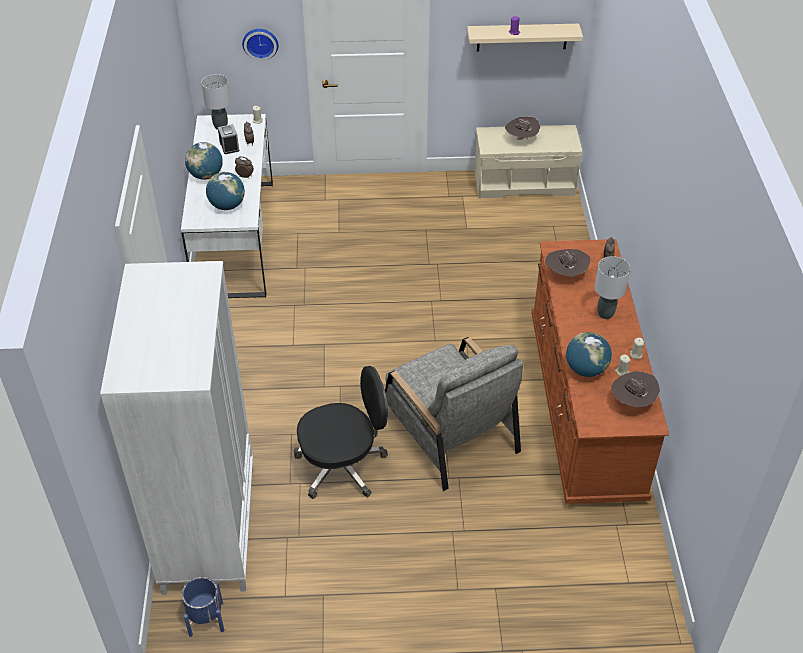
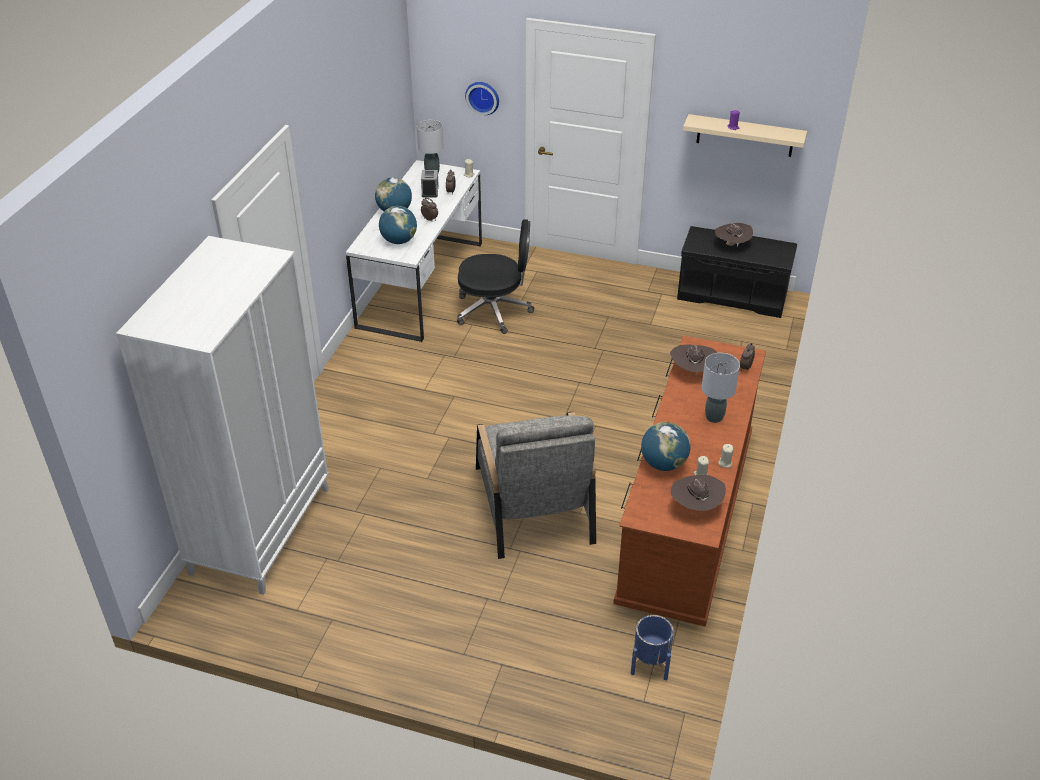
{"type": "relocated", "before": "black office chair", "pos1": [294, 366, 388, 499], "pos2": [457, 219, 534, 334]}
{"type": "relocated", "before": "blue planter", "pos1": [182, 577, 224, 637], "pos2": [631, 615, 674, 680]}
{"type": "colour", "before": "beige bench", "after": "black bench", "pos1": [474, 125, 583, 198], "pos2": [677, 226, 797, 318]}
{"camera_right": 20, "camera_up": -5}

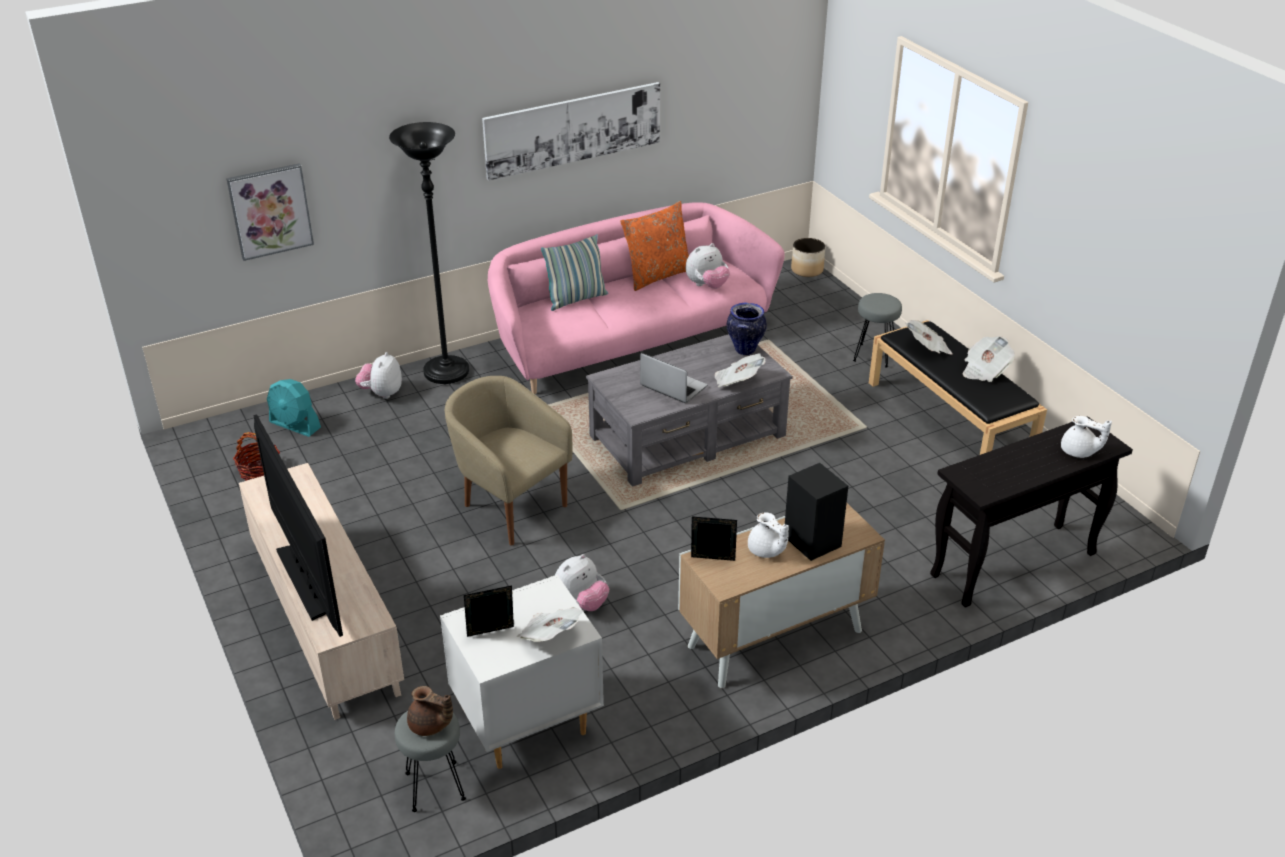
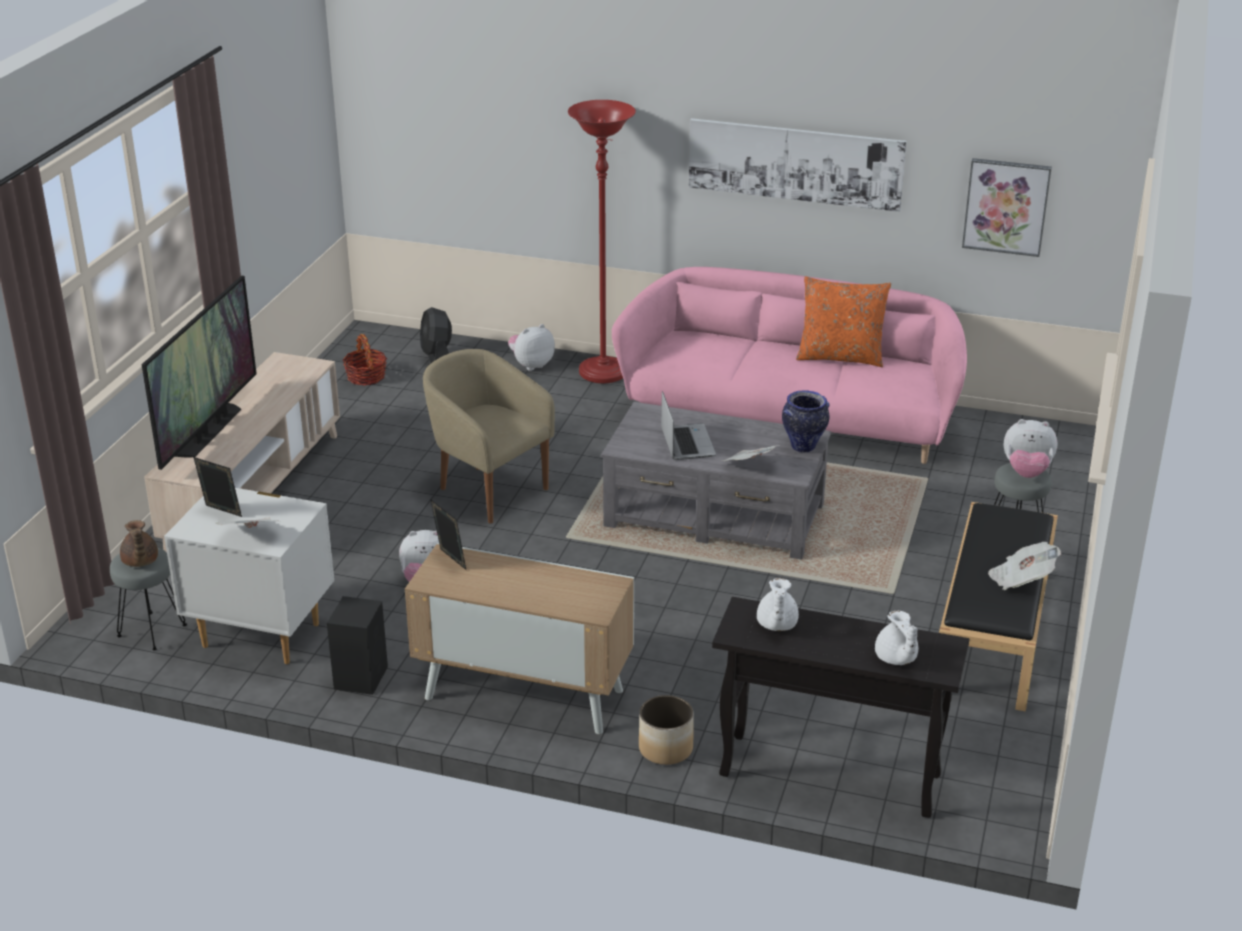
{"type": "relocated", "before": "black speaker", "pos1": [785, 463, 848, 561], "pos2": [327, 596, 388, 695]}
{"type": "colour", "before": "turquoise fan", "after": "black fan", "pos1": [267, 379, 321, 437], "pos2": [420, 307, 452, 363]}
{"type": "spun", "before": "beige armchair", "pos1": [445, 376, 572, 546], "pos2": [423, 349, 555, 524], "turn": -45}
{"type": "colour", "before": "black floor lamp", "after": "red floor lamp", "pos1": [389, 122, 469, 384], "pos2": [568, 100, 636, 384]}
{"type": "relocated", "before": "planter", "pos1": [791, 238, 825, 277], "pos2": [639, 695, 694, 765]}
{"type": "relocated", "before": "white teapot", "pos1": [748, 512, 789, 558], "pos2": [757, 578, 799, 631]}
{"type": "relocated", "before": "picture", "pos1": [226, 163, 314, 261], "pos2": [962, 158, 1052, 257]}
{"type": "relocated", "before": "plush toy", "pos1": [686, 243, 730, 289], "pos2": [1004, 419, 1058, 478]}
{"type": "missing", "before": "pillow", "pos1": [541, 234, 608, 311]}
{"type": "missing", "before": "newspaper", "pos1": [905, 320, 953, 354]}
{"camera_right": 45, "camera_up": -5}

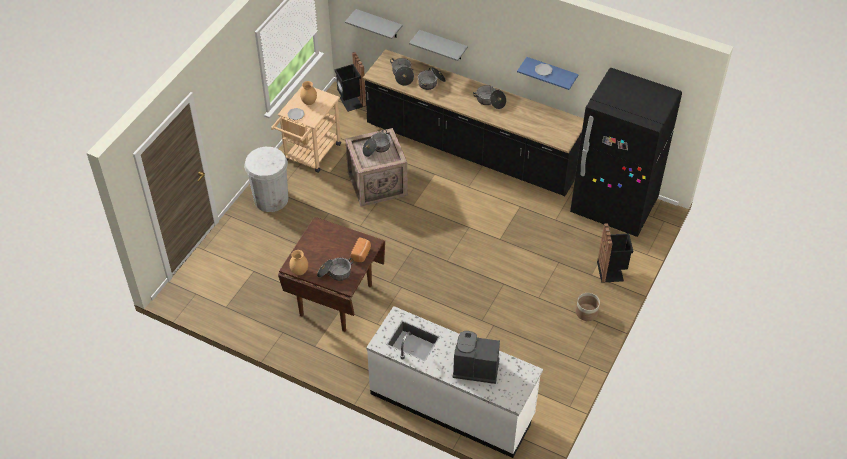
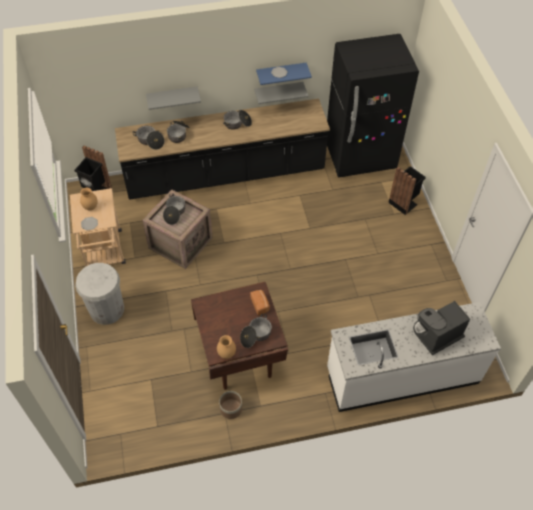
{"type": "relocated", "before": "planter", "pos1": [576, 293, 600, 321], "pos2": [219, 391, 242, 419]}
{"type": "relocated", "before": "grey shelf", "pos1": [345, 9, 403, 39], "pos2": [254, 82, 308, 104]}
{"camera_right": -40, "camera_up": 5}

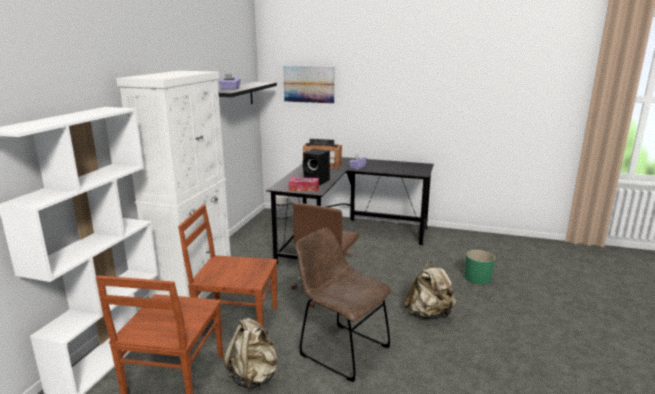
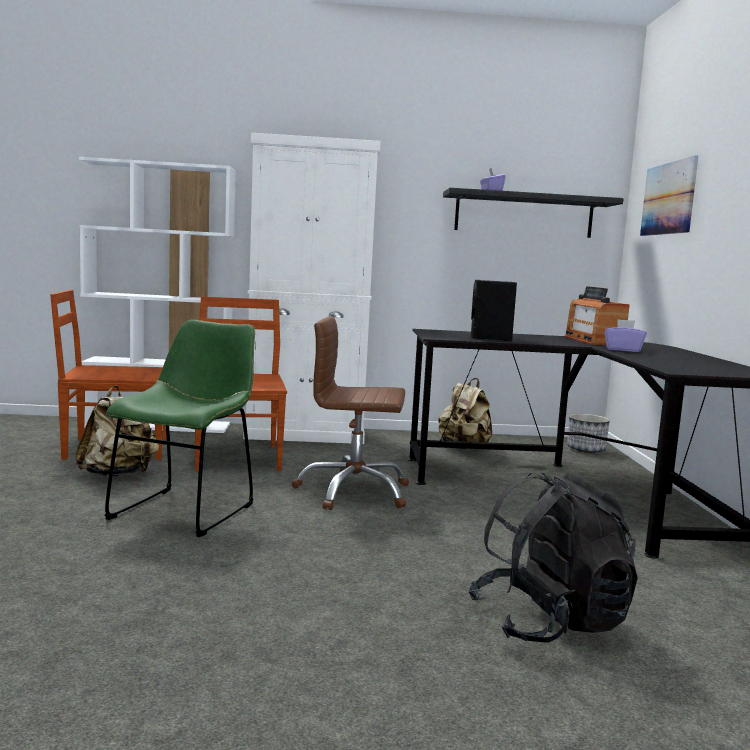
{"type": "colour", "before": "brown chair", "after": "green chair", "pos1": [295, 228, 391, 382], "pos2": [104, 320, 255, 537]}
{"type": "relocated", "before": "beige backpack", "pos1": [405, 261, 456, 319], "pos2": [438, 378, 492, 450]}
{"type": "exchanged", "before": "green planter", "after": "black backpack", "pos1": [464, 250, 495, 284], "pos2": [468, 472, 638, 643]}
{"type": "missing", "before": "tissue box", "pos1": [289, 177, 319, 192]}
{"camera_right": 70, "camera_up": -10}

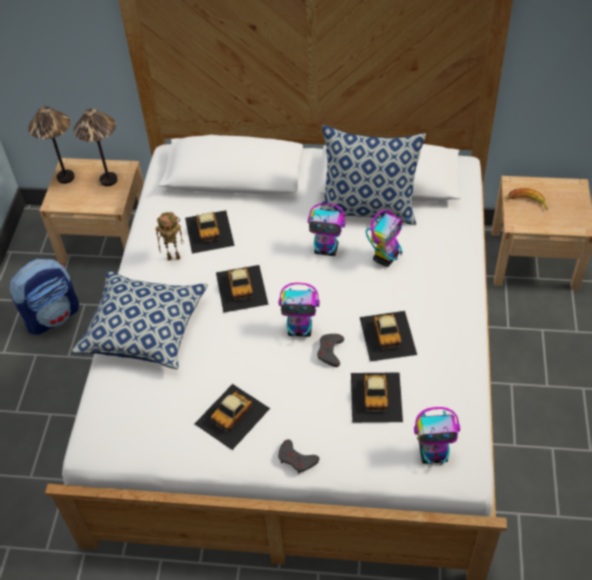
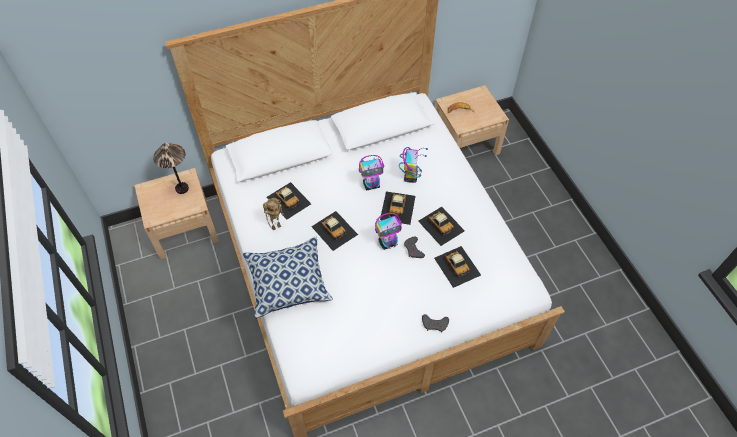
{"type": "relocated", "before": "toy car", "pos1": [195, 384, 270, 450], "pos2": [380, 191, 416, 225]}
{"type": "missing", "before": "backpack", "pos1": [9, 259, 79, 335]}
{"type": "missing", "before": "table lamp", "pos1": [28, 106, 74, 184]}
{"type": "missing", "before": "pillow", "pos1": [320, 125, 426, 225]}
{"type": "missing", "before": "toy robot", "pos1": [414, 407, 460, 465]}
{"camera_right": -30, "camera_up": 5}

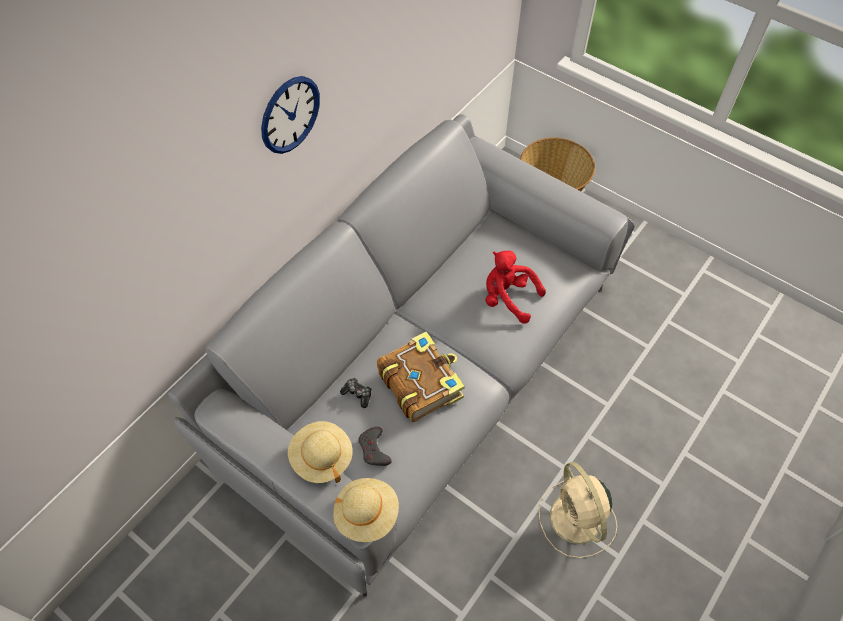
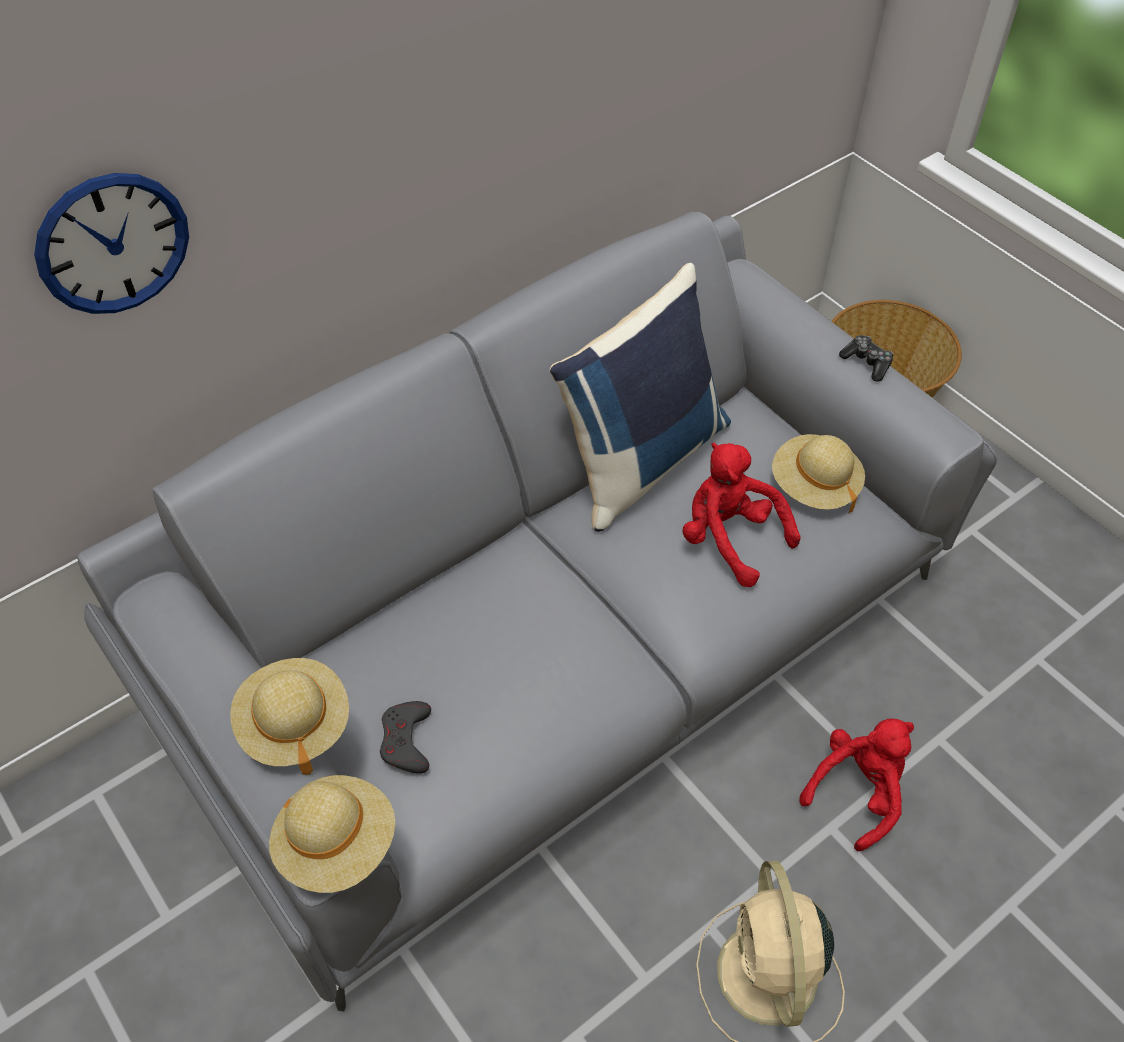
{"type": "relocated", "before": "wall clock", "pos1": [261, 76, 320, 154], "pos2": [34, 173, 189, 314]}
{"type": "appeared", "after": "blue pillow", "pos2": [549, 263, 731, 532]}
{"type": "appeared", "after": "beige hat", "pos2": [772, 434, 865, 513]}
{"type": "appeared", "after": "red plush toy", "pos2": [799, 718, 914, 851]}
{"type": "relocated", "before": "game controller", "pos1": [340, 378, 371, 408], "pos2": [839, 335, 894, 382]}
{"type": "missing", "before": "book", "pos1": [377, 331, 465, 422]}
{"camera_right": 15, "camera_up": -5}

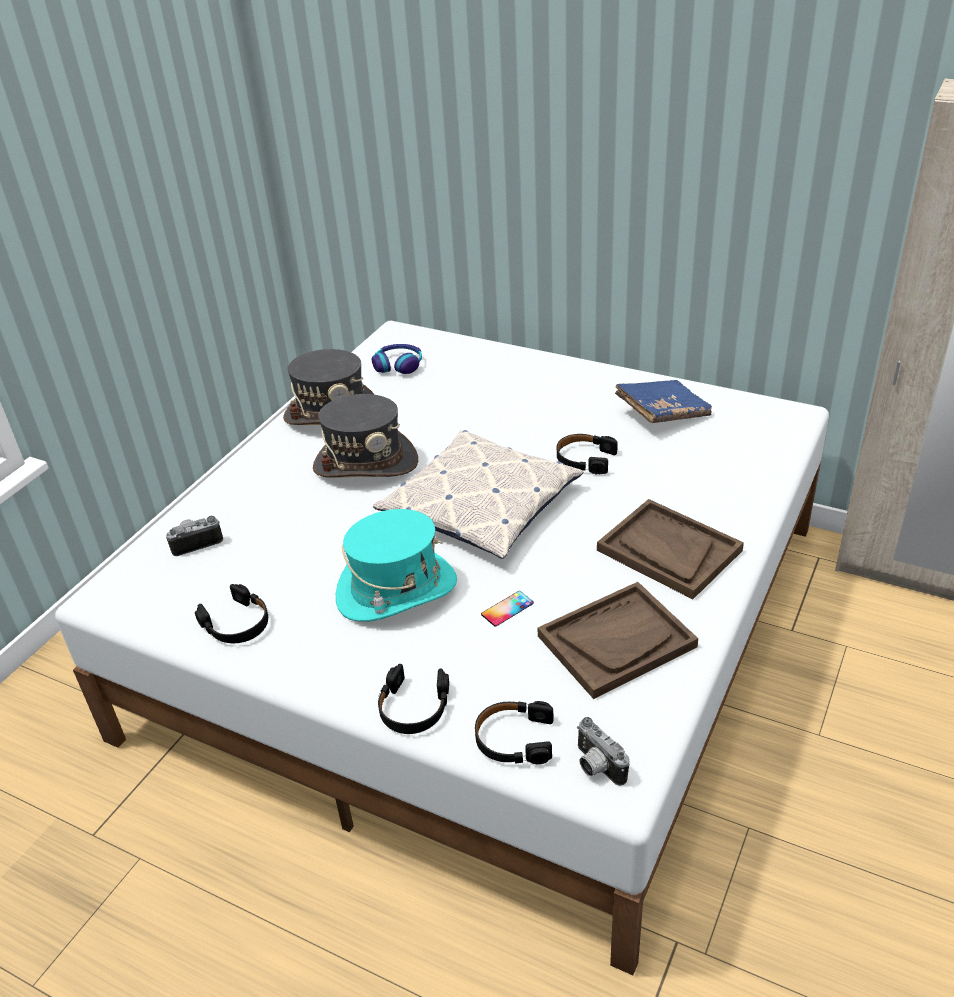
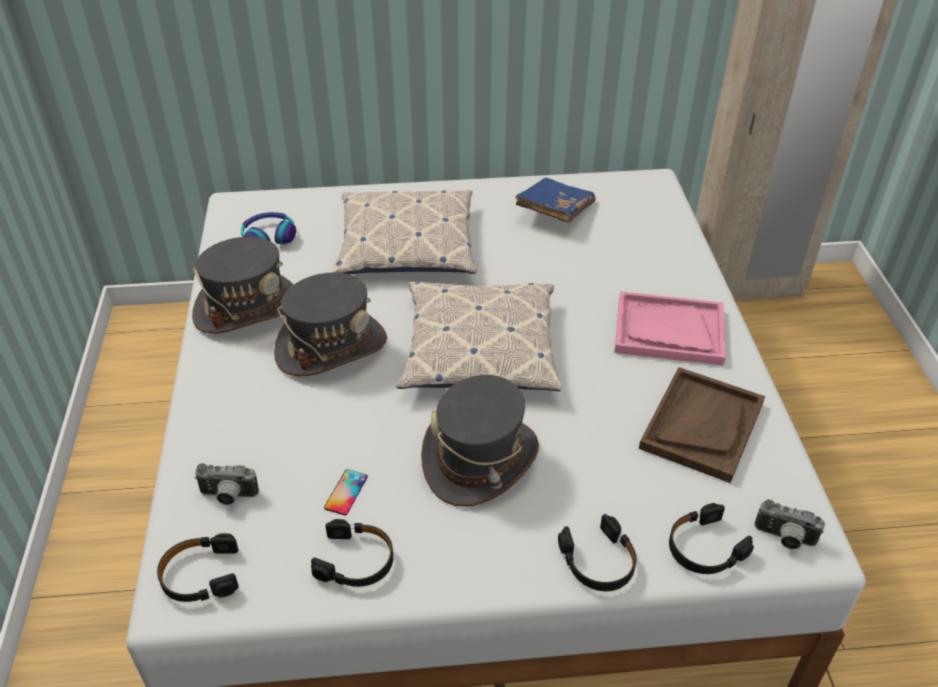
{"type": "relocated", "before": "black headphones", "pos1": [557, 434, 618, 474], "pos2": [157, 533, 238, 602]}
{"type": "spun", "before": "photo camera", "pos1": [166, 516, 223, 556], "pos2": [194, 463, 259, 505], "turn": -120}
{"type": "relocated", "before": "phone", "pos1": [481, 591, 534, 627], "pos2": [324, 469, 368, 515]}
{"type": "appeared", "after": "pillow", "pos2": [332, 190, 477, 274]}
{"type": "colour", "before": "turquoise hat", "after": "grey hat", "pos1": [336, 509, 457, 622], "pos2": [421, 375, 539, 507]}
{"type": "colour", "before": "brown tray", "after": "pink tray", "pos1": [597, 499, 744, 599], "pos2": [614, 291, 726, 366]}
{"camera_right": -35, "camera_up": 5}

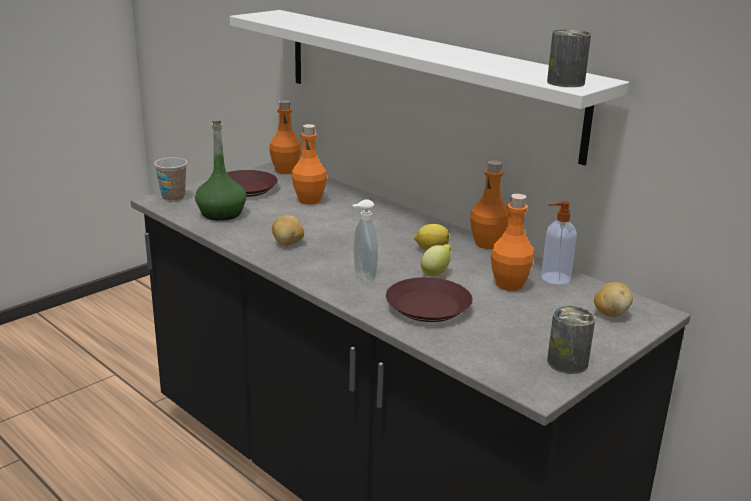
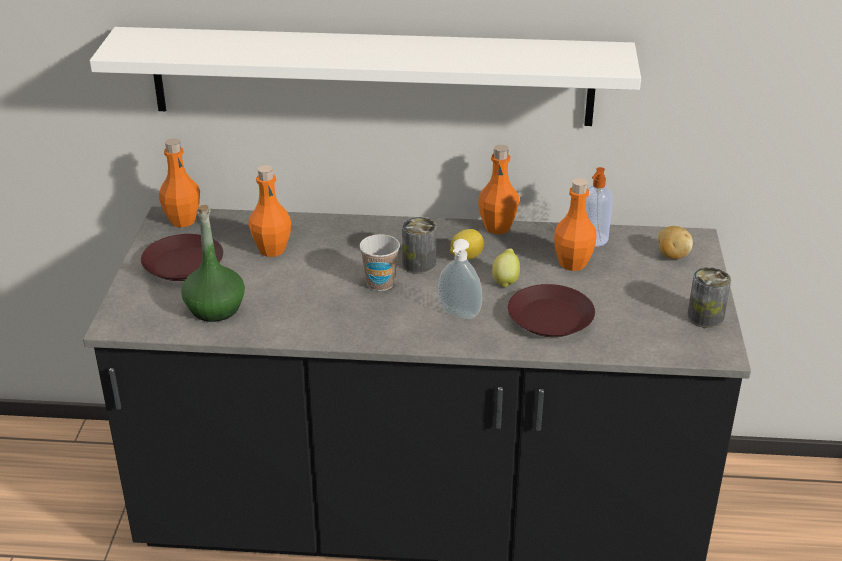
{"type": "relocated", "before": "cup", "pos1": [154, 158, 187, 201], "pos2": [359, 234, 400, 291]}
{"type": "relocated", "before": "can", "pos1": [547, 29, 591, 87], "pos2": [402, 217, 436, 274]}
{"type": "missing", "before": "potato", "pos1": [272, 215, 304, 246]}
{"camera_right": -40, "camera_up": 10}

